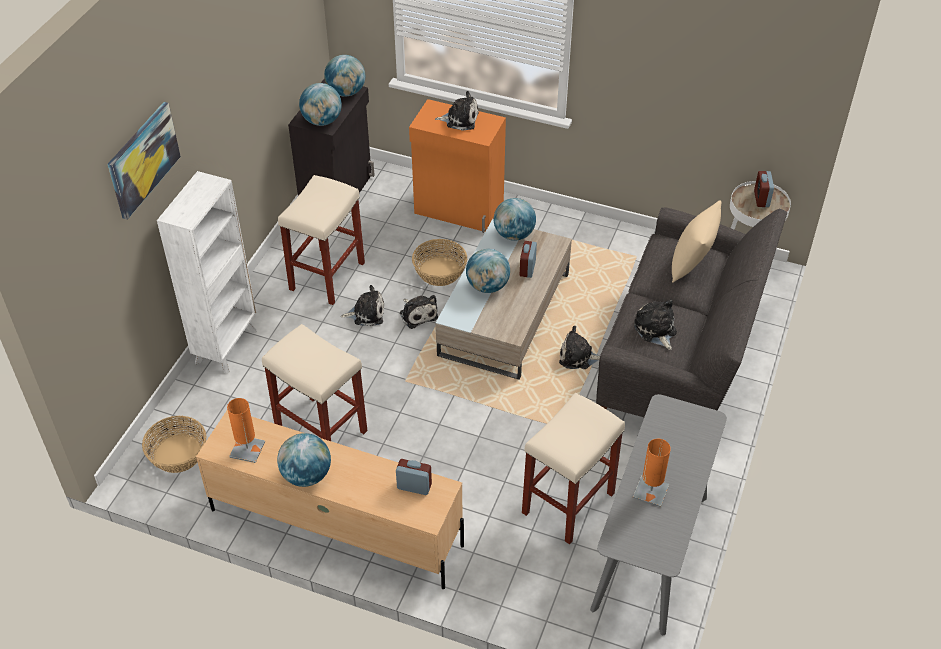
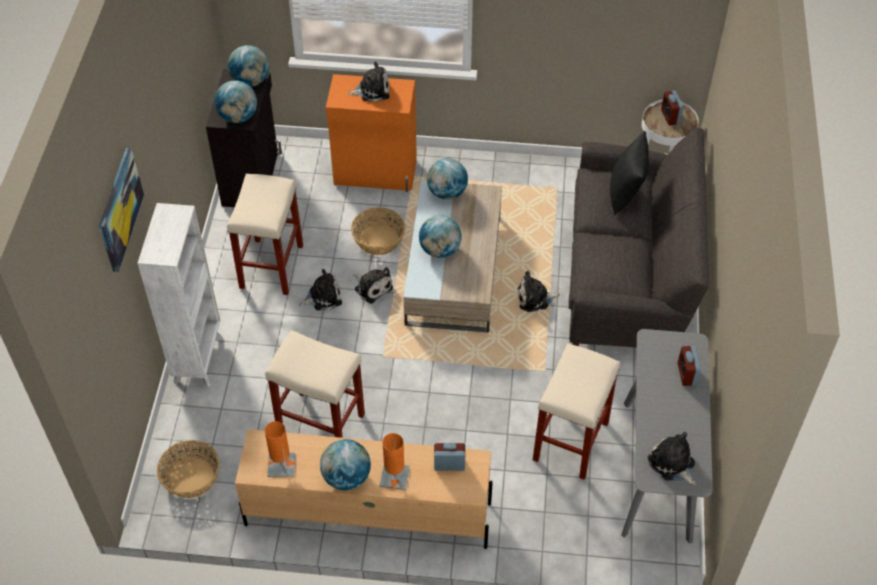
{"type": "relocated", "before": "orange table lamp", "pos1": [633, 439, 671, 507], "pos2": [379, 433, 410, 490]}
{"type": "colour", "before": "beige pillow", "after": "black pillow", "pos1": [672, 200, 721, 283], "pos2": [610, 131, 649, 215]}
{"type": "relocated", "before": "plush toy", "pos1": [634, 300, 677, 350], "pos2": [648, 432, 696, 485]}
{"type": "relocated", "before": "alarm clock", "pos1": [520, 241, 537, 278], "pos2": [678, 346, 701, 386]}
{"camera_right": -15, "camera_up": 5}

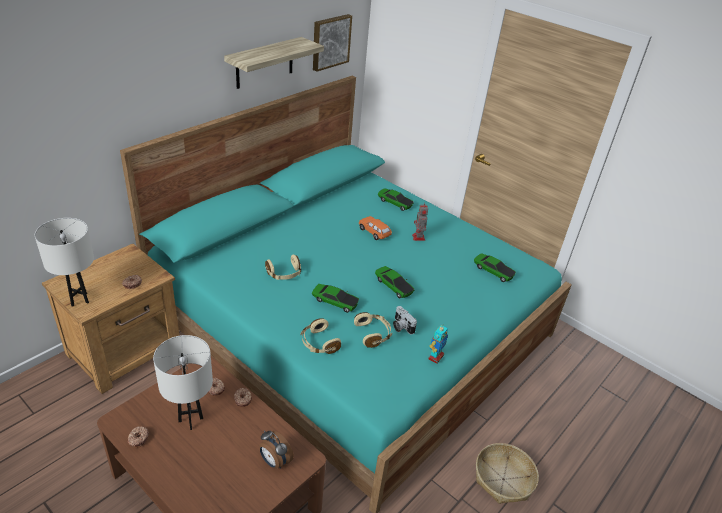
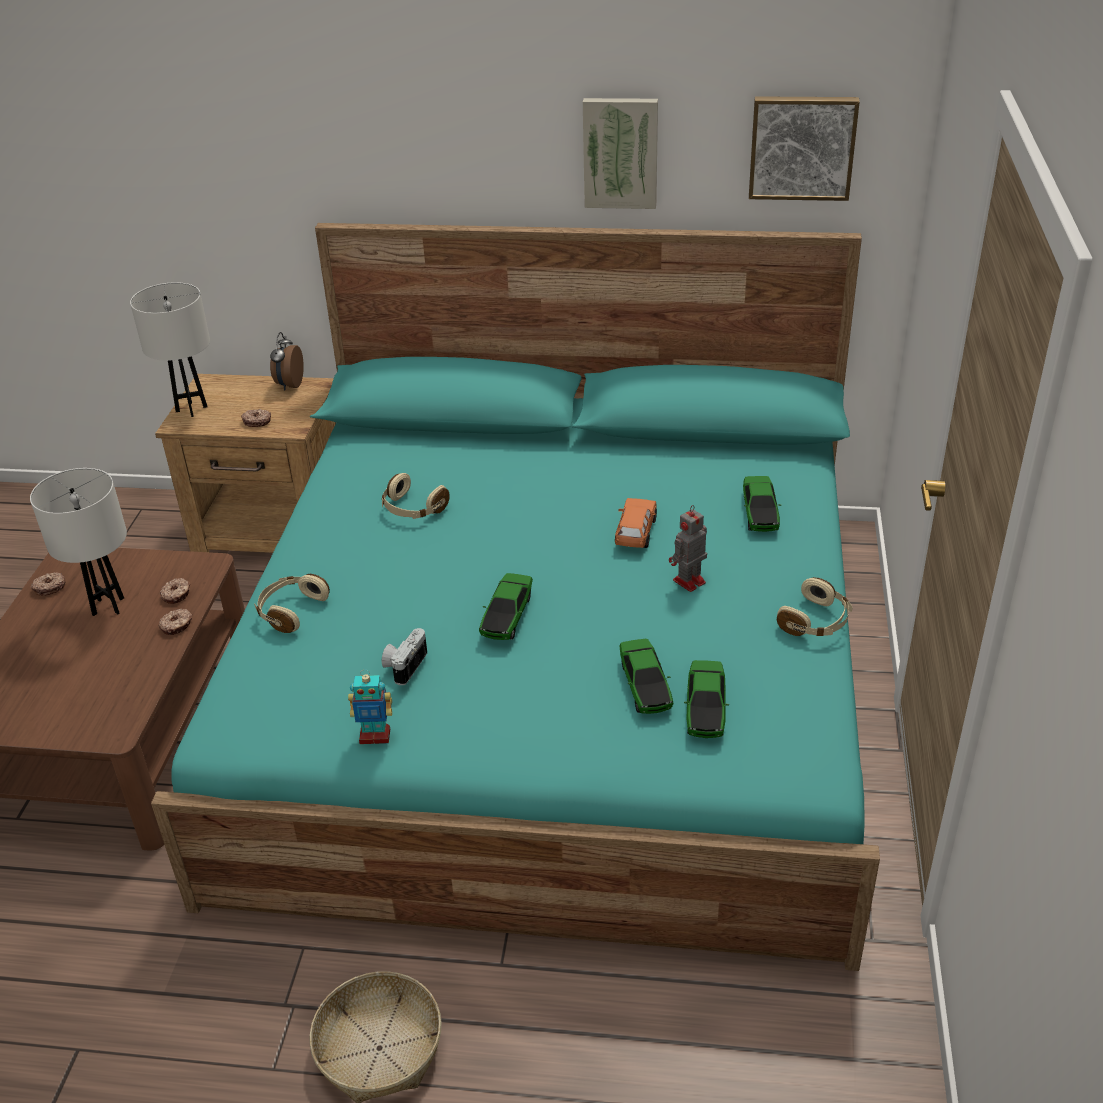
{"type": "relocated", "before": "alarm clock", "pos1": [259, 430, 294, 469], "pos2": [270, 332, 304, 391]}
{"type": "exchanged", "before": "shelf", "after": "picture", "pos1": [224, 37, 324, 89], "pos2": [583, 98, 658, 209]}
{"type": "relocated", "before": "toy car", "pos1": [312, 284, 359, 313], "pos2": [619, 639, 673, 714]}
{"type": "relocated", "before": "beige headphones", "pos1": [354, 312, 392, 348], "pos2": [777, 577, 853, 636]}
{"camera_right": 60, "camera_up": 0}

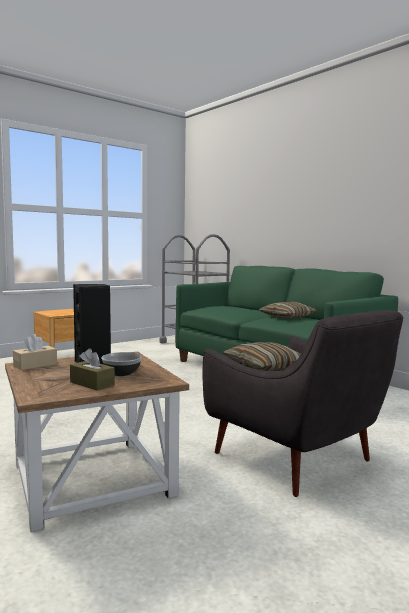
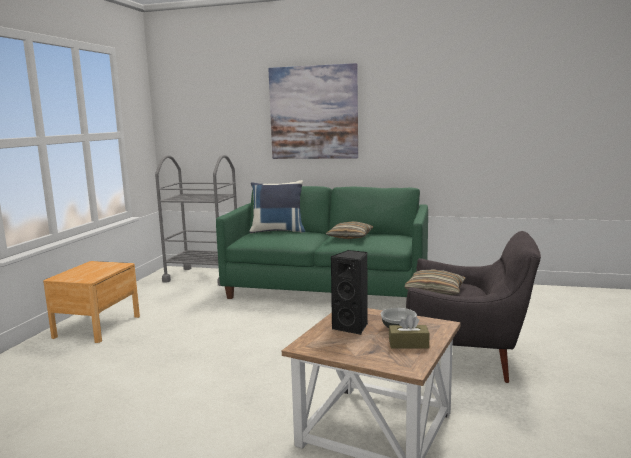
{"type": "appeared", "after": "blue pillow", "pos2": [249, 180, 305, 233]}
{"type": "appeared", "after": "picture", "pos2": [268, 63, 358, 159]}
{"type": "missing", "before": "beige tissue box", "pos1": [13, 334, 57, 370]}
{"camera_right": -35, "camera_up": 5}

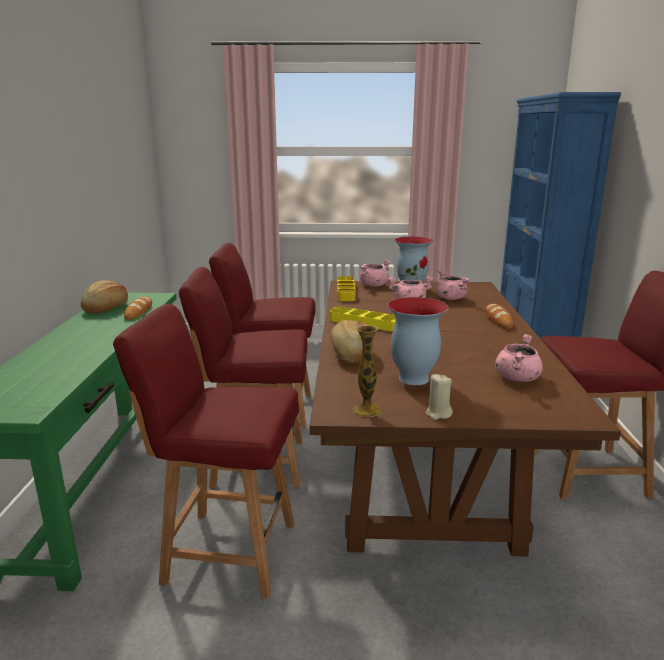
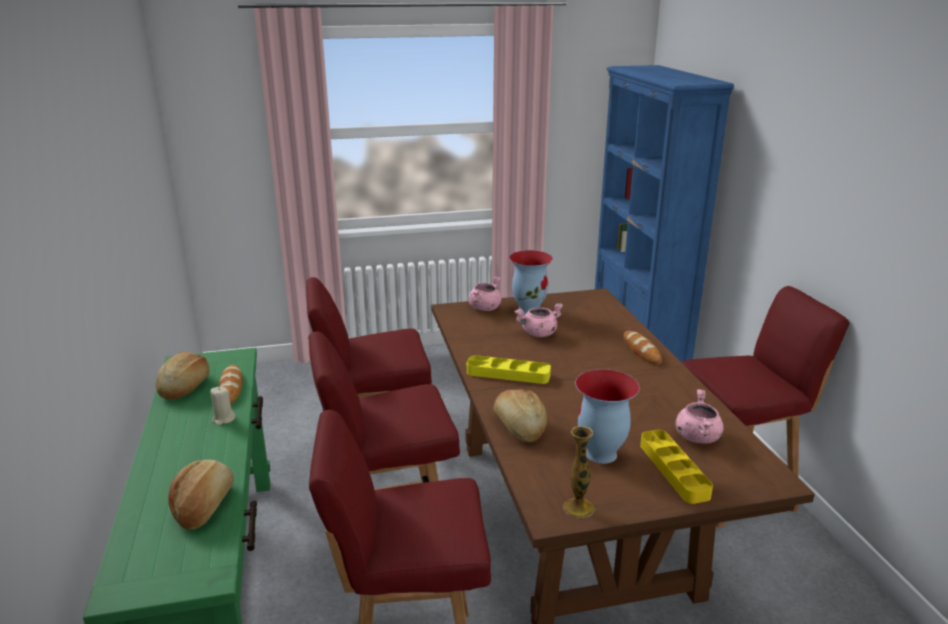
{"type": "appeared", "after": "bread", "pos2": [168, 460, 234, 530]}
{"type": "relocated", "before": "beige candle", "pos1": [425, 374, 453, 420], "pos2": [211, 387, 236, 426]}
{"type": "relocated", "before": "yellow tray", "pos1": [337, 276, 356, 301], "pos2": [640, 430, 713, 504]}
{"type": "missing", "before": "pink cooking pot", "pos1": [436, 269, 471, 300]}
{"camera_right": -15, "camera_up": 5}

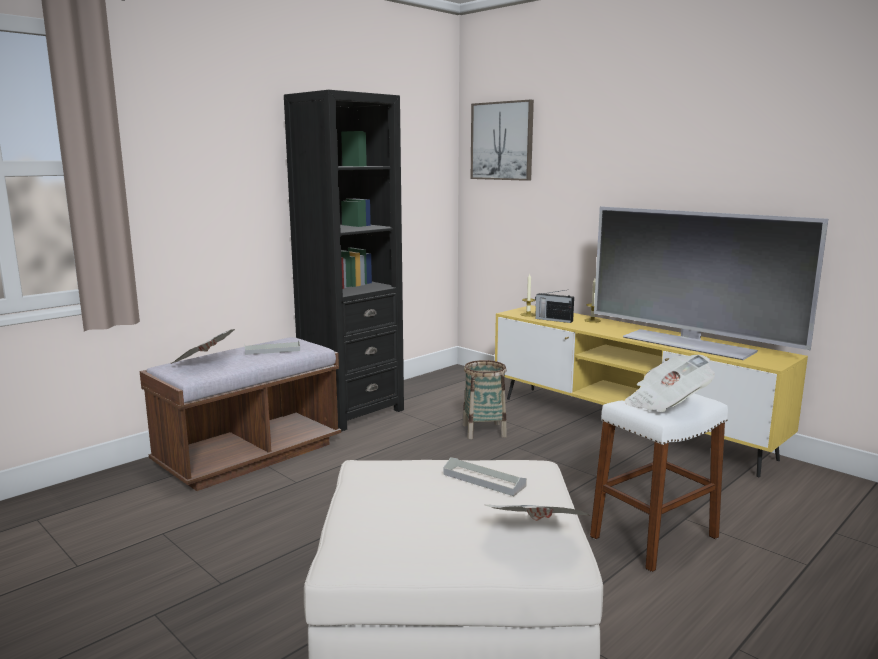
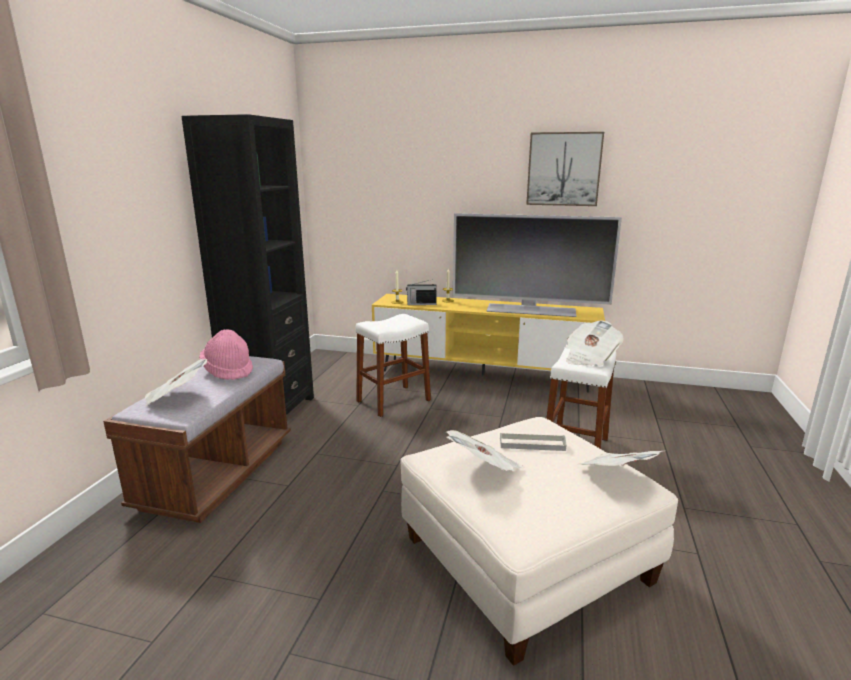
{"type": "exchanged", "before": "grey tray", "after": "pink hat", "pos1": [244, 340, 300, 355], "pos2": [199, 329, 253, 380]}
{"type": "exchanged", "before": "basket", "after": "white stool", "pos1": [462, 360, 507, 439], "pos2": [356, 314, 431, 417]}
{"type": "appeared", "after": "newspaper", "pos2": [446, 430, 525, 472]}
{"type": "relocated", "before": "picture", "pos1": [471, 100, 534, 181], "pos2": [526, 132, 604, 206]}
{"camera_right": -30, "camera_up": 5}

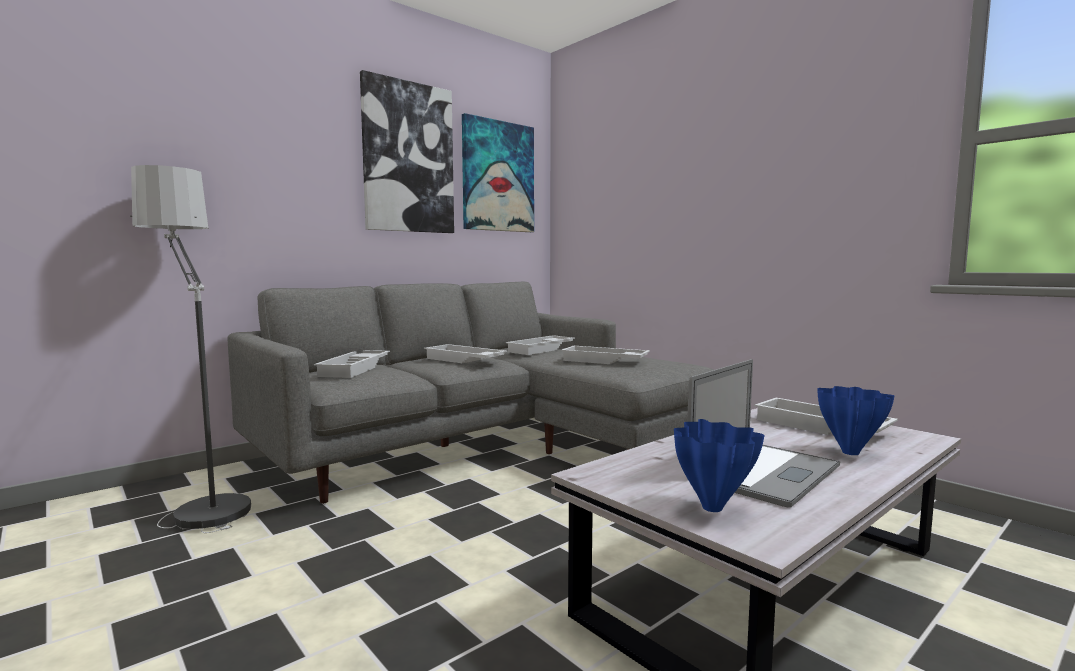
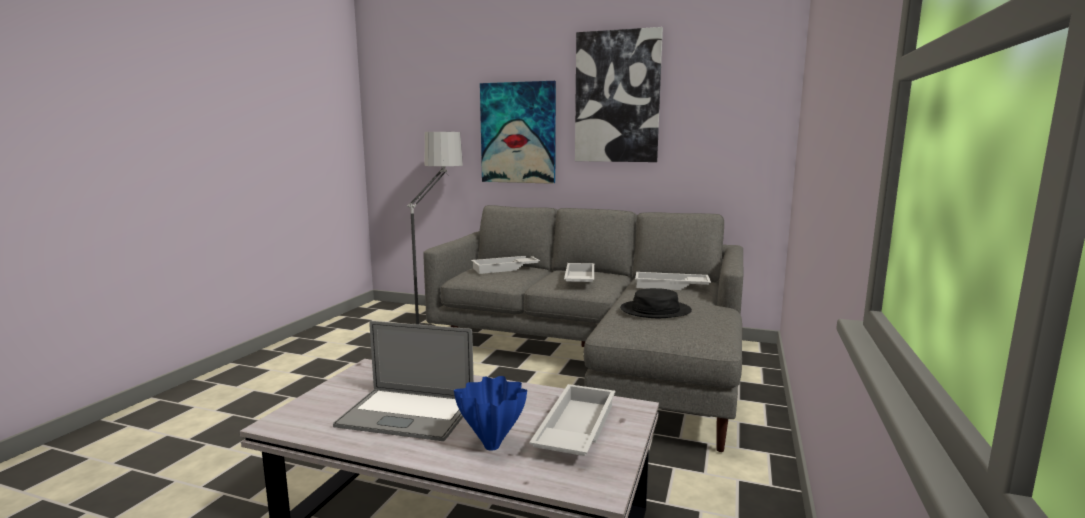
{"type": "relocated", "before": "picture", "pos1": [462, 113, 534, 232], "pos2": [480, 81, 556, 184]}
{"type": "exchanged", "before": "white tray", "after": "black hat", "pos1": [561, 346, 650, 364], "pos2": [620, 288, 692, 318]}
{"type": "missing", "before": "blue vase", "pos1": [674, 419, 764, 512]}
{"camera_right": 60, "camera_up": 5}

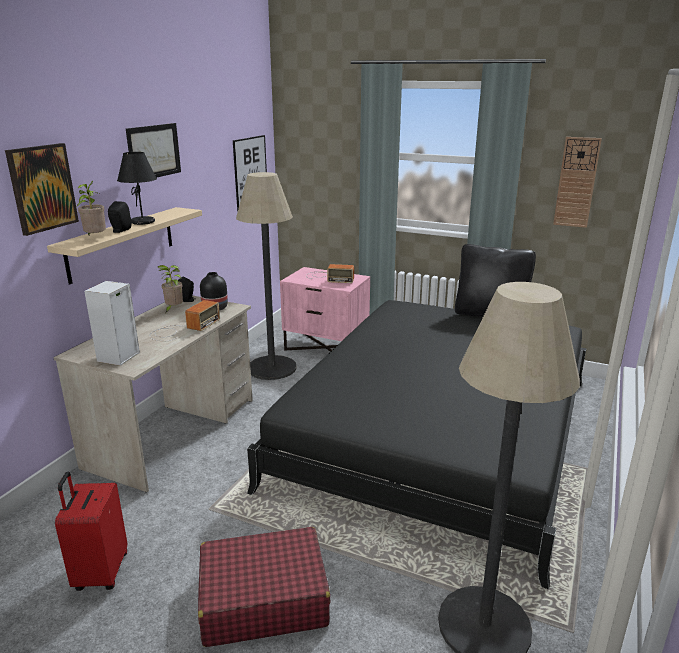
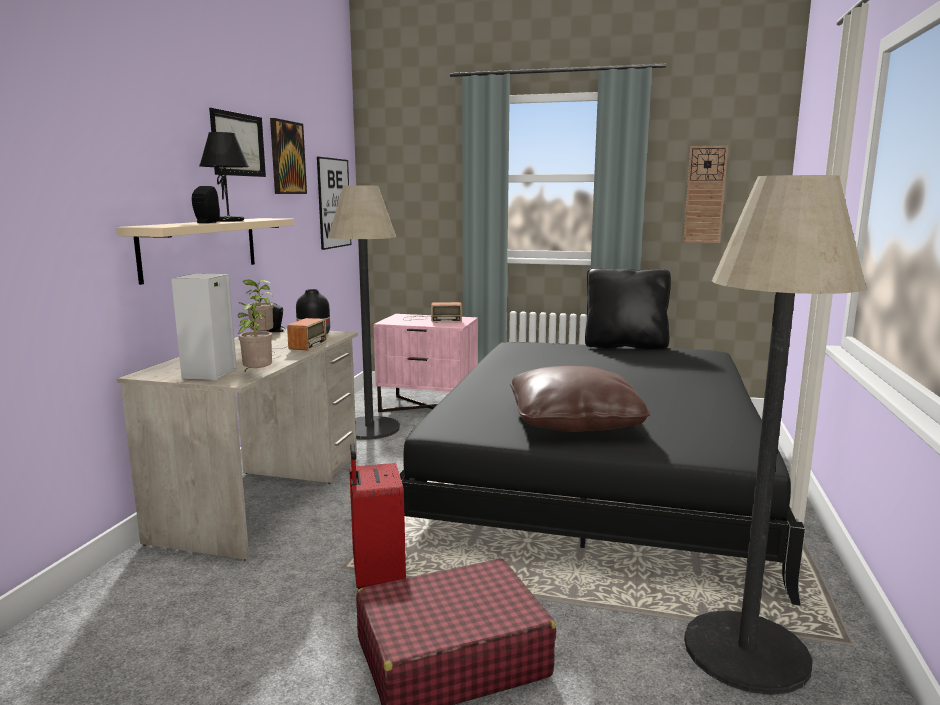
{"type": "relocated", "before": "potted plant", "pos1": [77, 181, 106, 235], "pos2": [238, 301, 272, 372]}
{"type": "relocated", "before": "picture", "pos1": [5, 143, 79, 236], "pos2": [270, 118, 307, 194]}
{"type": "relocated", "before": "red suitcase", "pos1": [55, 472, 127, 591], "pos2": [349, 443, 406, 589]}
{"type": "appeared", "after": "brown pillow", "pos2": [510, 366, 650, 432]}
{"camera_right": -10, "camera_up": -10}

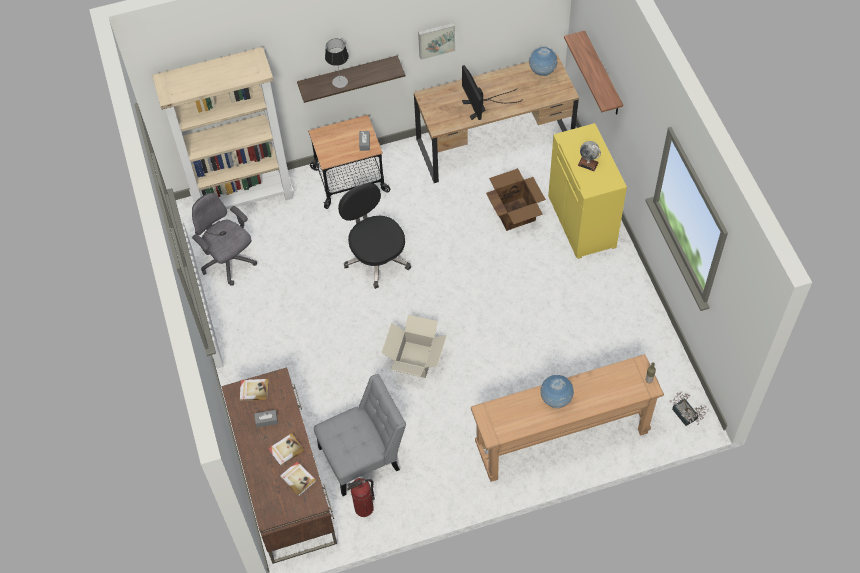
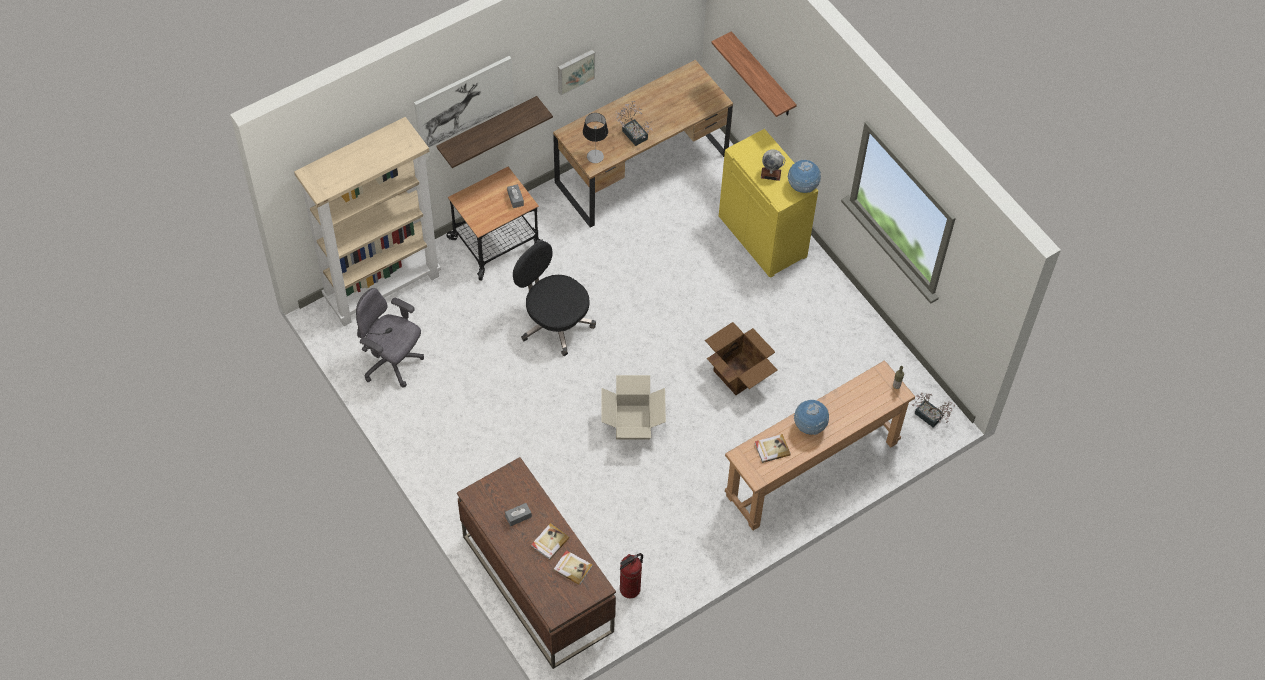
{"type": "appeared", "after": "picture", "pos2": [414, 56, 514, 147]}
{"type": "relocated", "before": "table lamp", "pos1": [325, 39, 349, 88], "pos2": [583, 113, 608, 163]}
{"type": "exchanged", "before": "monitor", "after": "potted plant", "pos1": [462, 65, 523, 120], "pos2": [615, 101, 653, 146]}
{"type": "relocated", "before": "cardboard box", "pos1": [486, 168, 546, 231], "pos2": [705, 322, 777, 395]}
{"type": "relocated", "before": "book", "pos1": [240, 379, 269, 401], "pos2": [755, 434, 791, 463]}
{"type": "relocated", "before": "globe", "pos1": [529, 47, 557, 76], "pos2": [788, 159, 821, 193]}
{"type": "missing", "before": "grey chair", "pos1": [314, 374, 406, 496]}
{"camera_right": -20, "camera_up": 0}

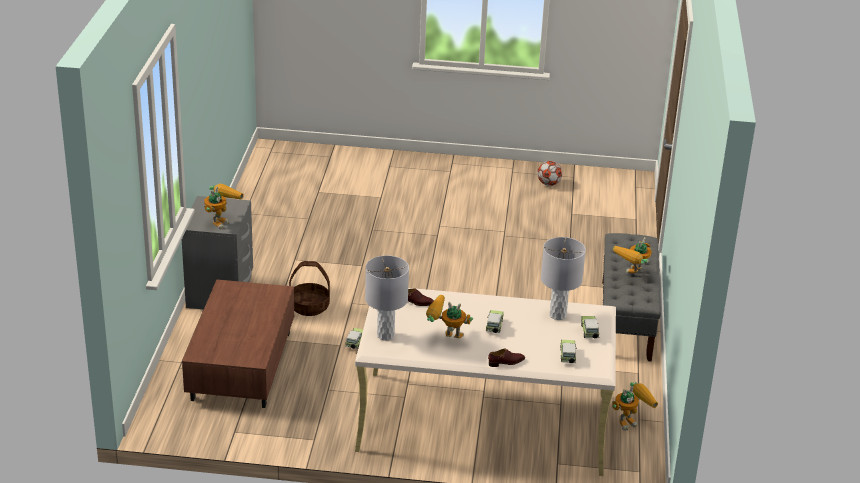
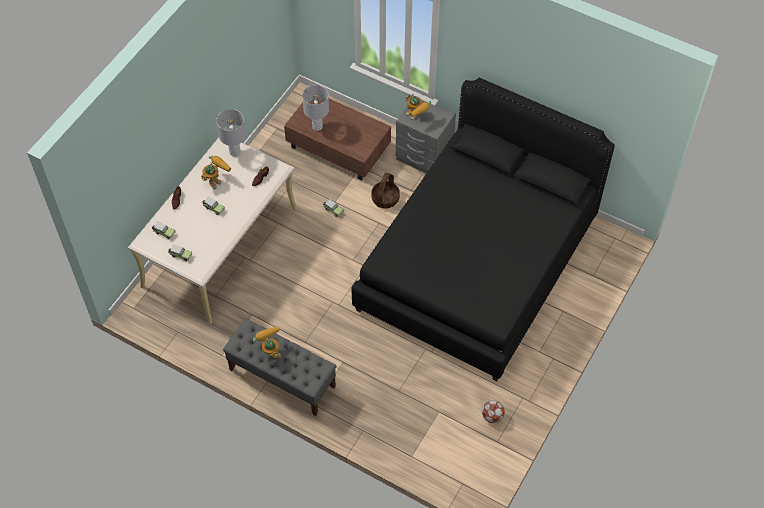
{"type": "relocated", "before": "grey table lamp", "pos1": [541, 237, 586, 320], "pos2": [302, 85, 329, 131]}
{"type": "appeared", "after": "black bed", "pos2": [351, 78, 615, 381]}
{"type": "missing", "before": "toy robot", "pos1": [612, 382, 658, 431]}
{"camera_right": 115, "camera_up": 25}

